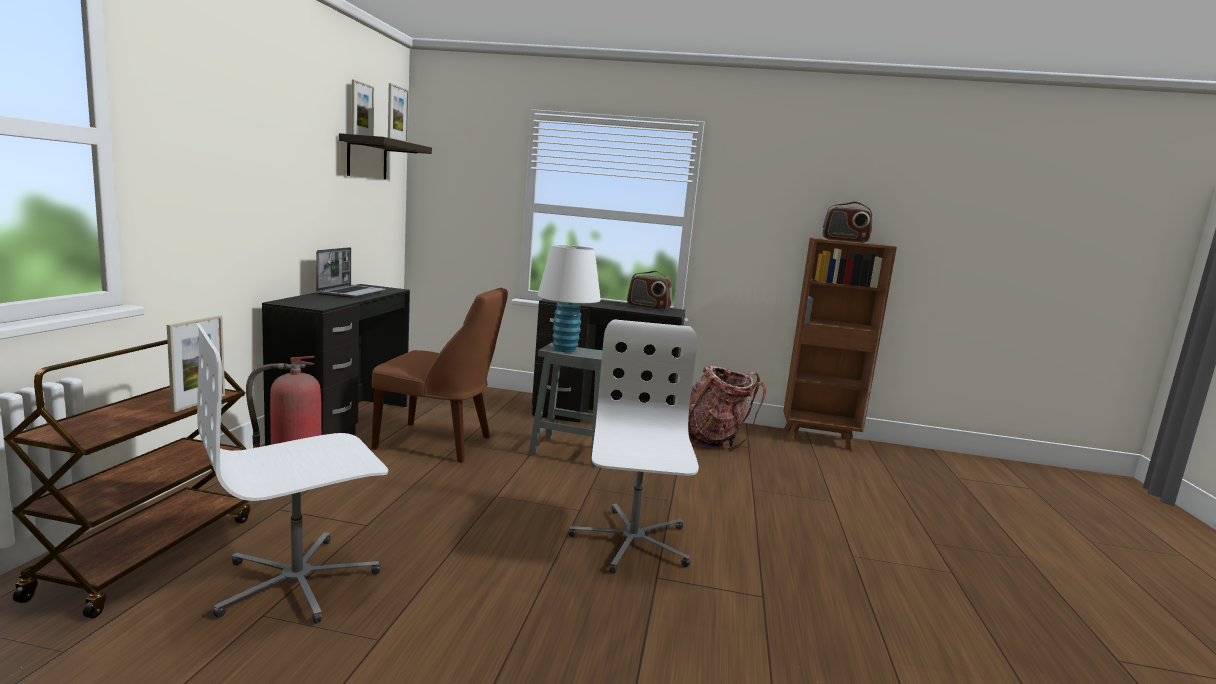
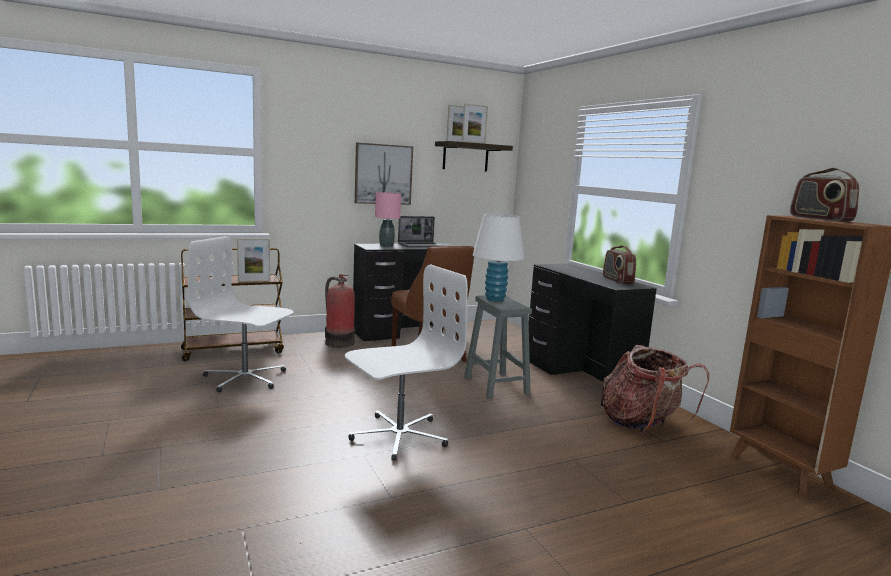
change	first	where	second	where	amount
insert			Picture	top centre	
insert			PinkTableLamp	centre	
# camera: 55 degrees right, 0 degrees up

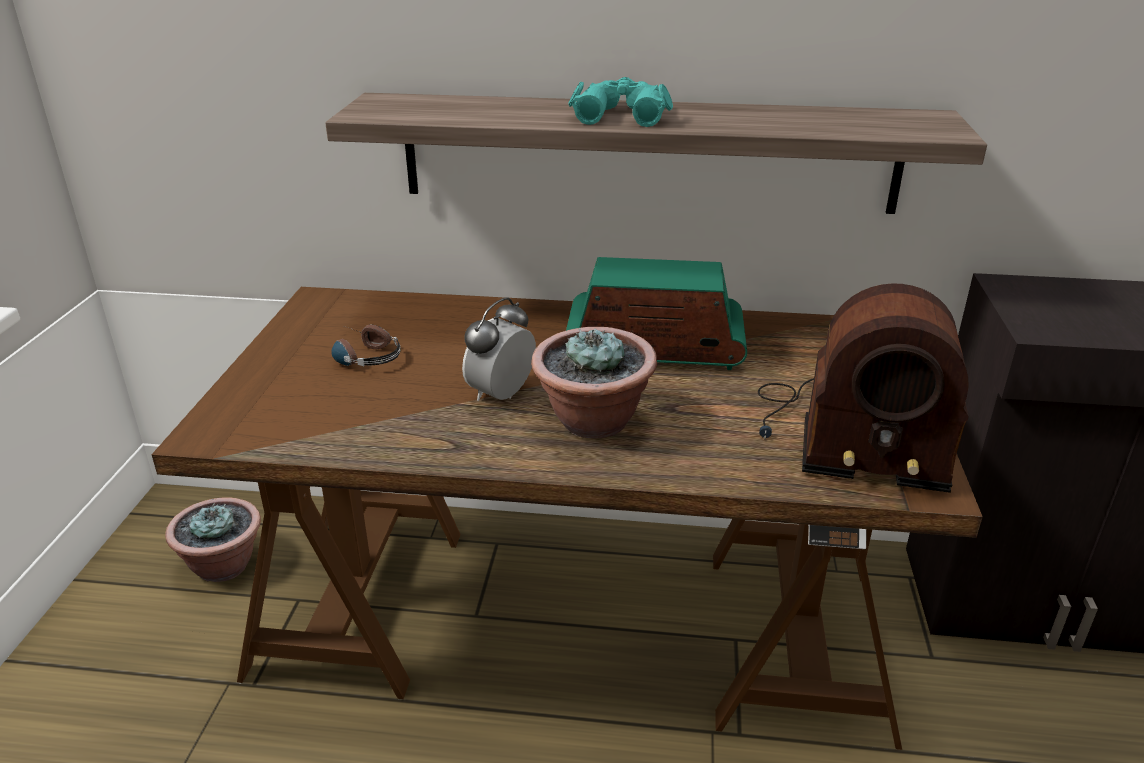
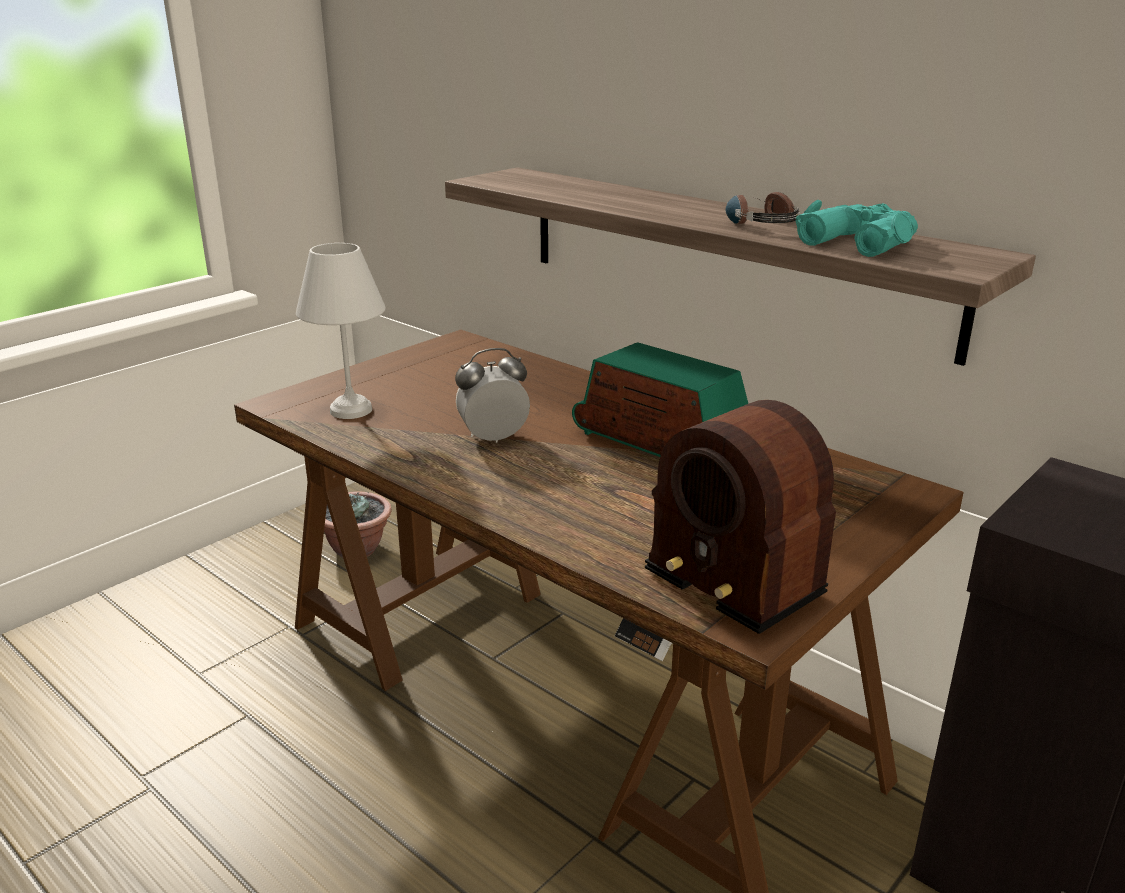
change	first	where	second	where	amount
move	Headphones	middle left		top right	
delete	PottedPlant (2nd from left)	centre			
move	TurquoiseBinoculars	top centre		top right	
insert			WhiteTableLamp	middle left	
# camera: 35 degrees right, 5 degrees down

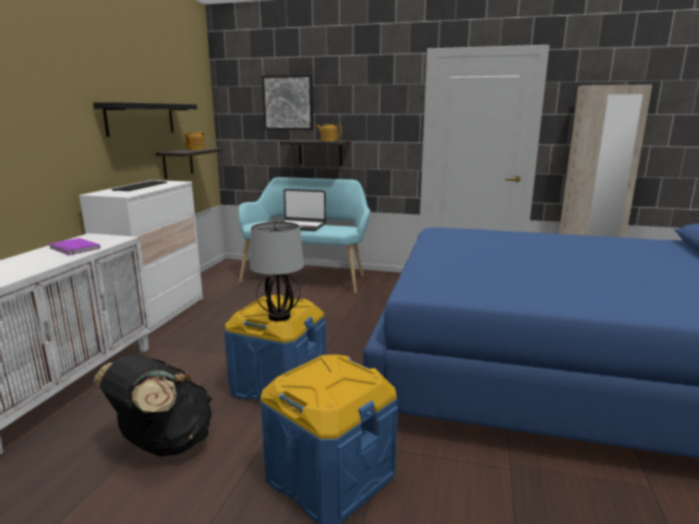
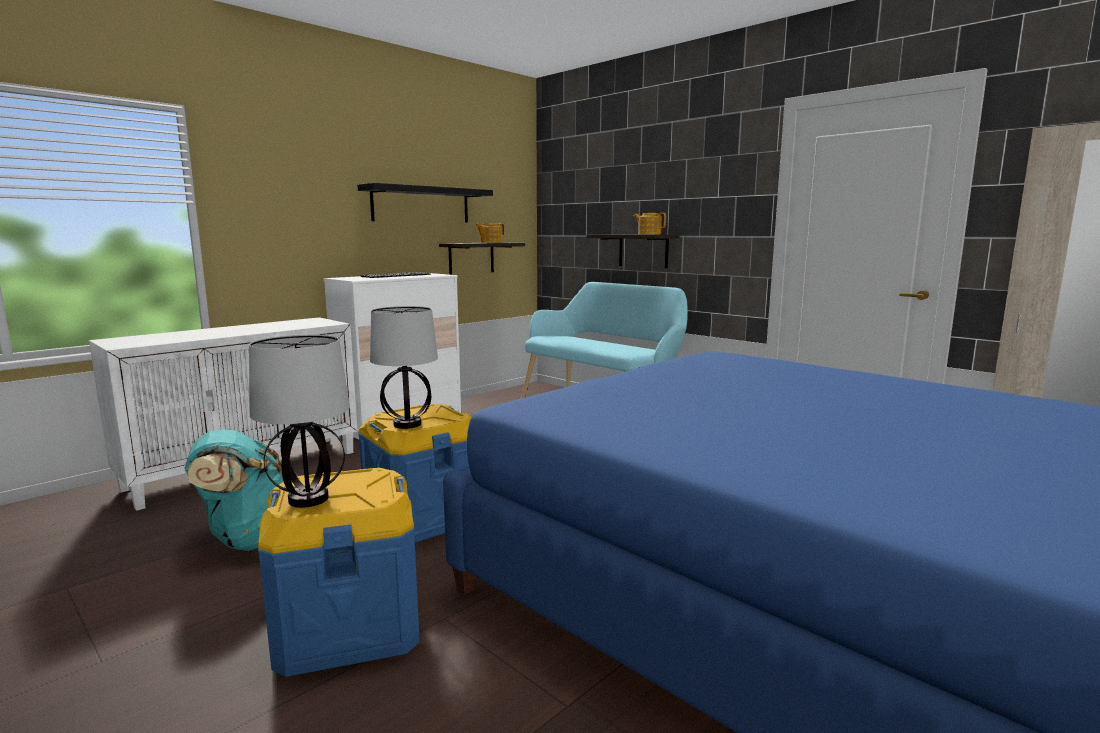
change	first	where	second	where	amount
delete	PurpleBook	middle left			
recolor	BlackBackpack	bottom left	TurquoiseBackpack	bottom left	
delete	Picture	top centre			
delete	Laptop	centre			
insert			TableLamp (1st from left)	middle left	
# camera: 30 degrees right, 5 degrees down

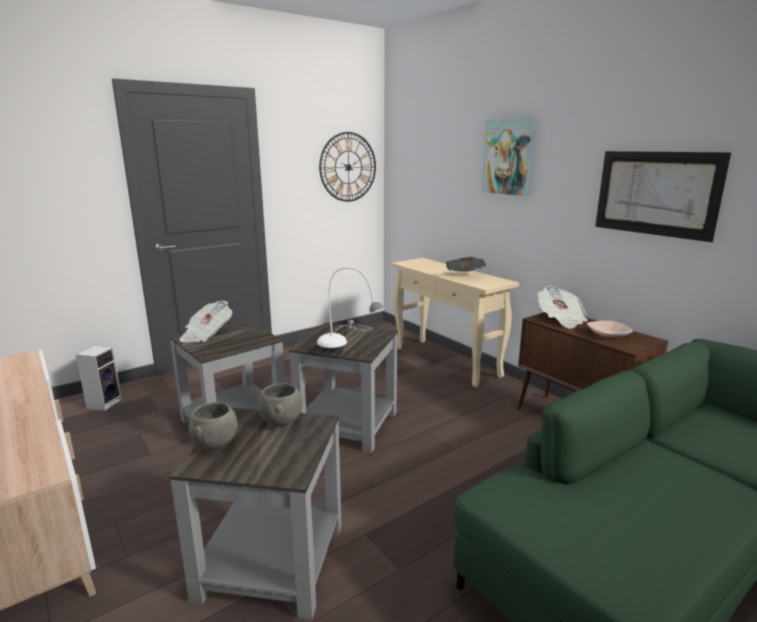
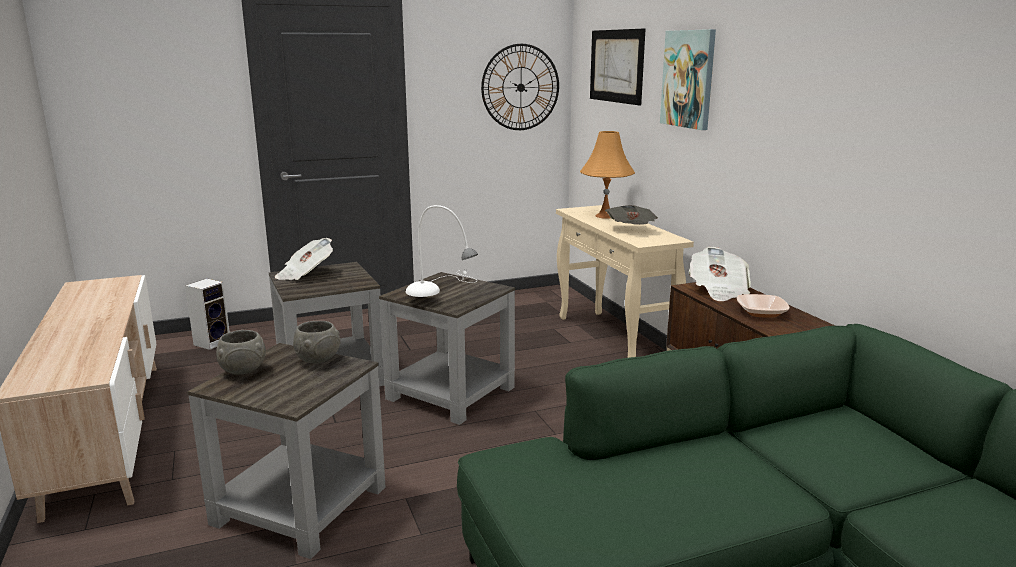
change	first	where	second	where	amount
move	Picture (2nd from left in the first image)	top right	Picture (1st from left)	top centre	
insert			OrangeTableLamp	top centre	
# camera: 15 degrees right, 0 degrees up

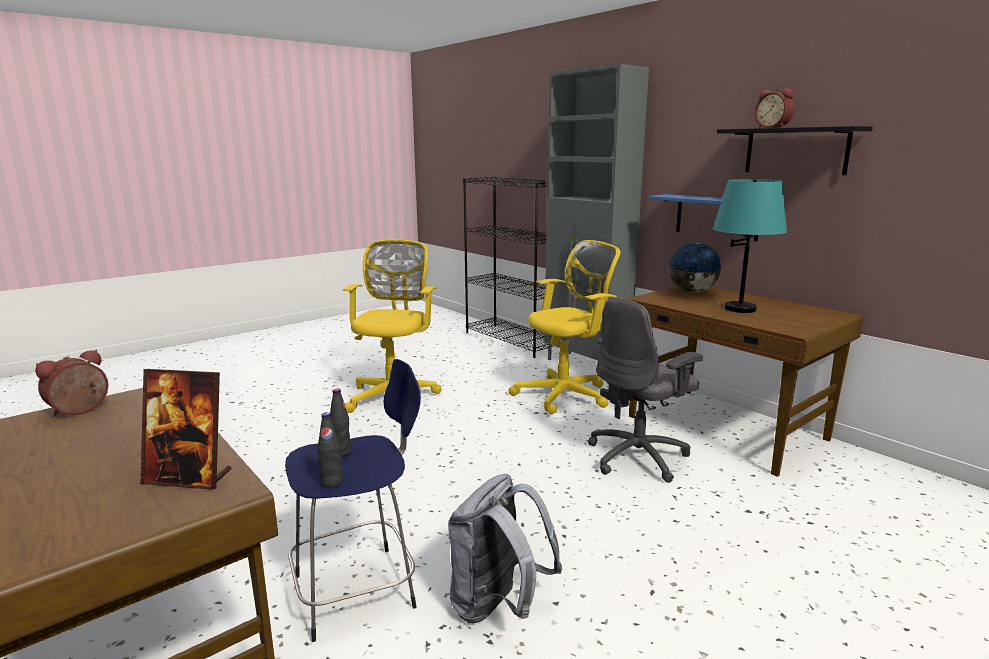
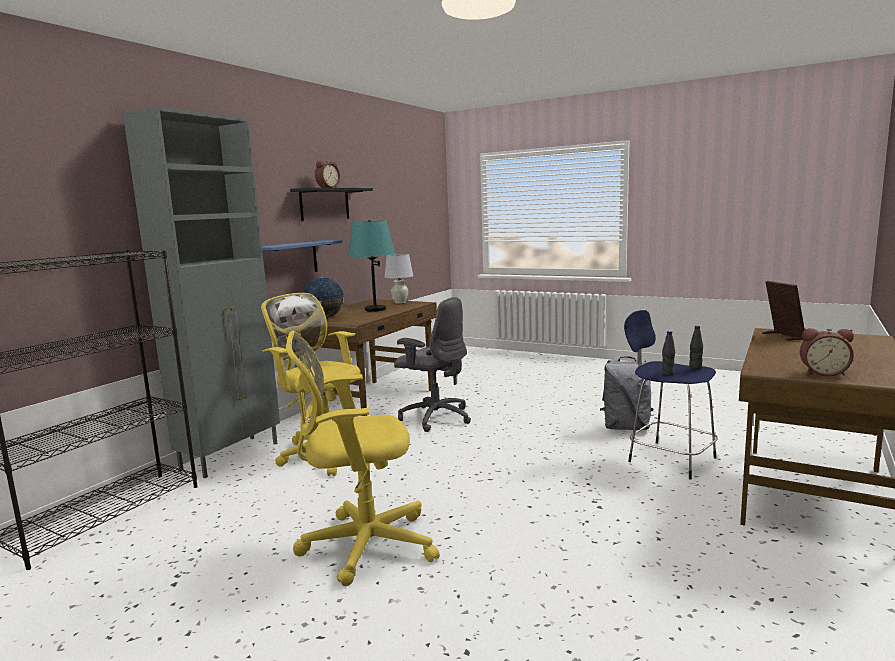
change	first	where	second	where	amount
insert			WhiteTableLamp	centre	
# camera: 110 degrees left, 5 degrees down

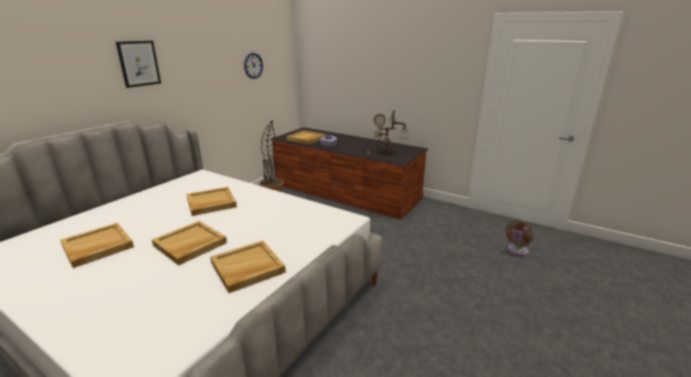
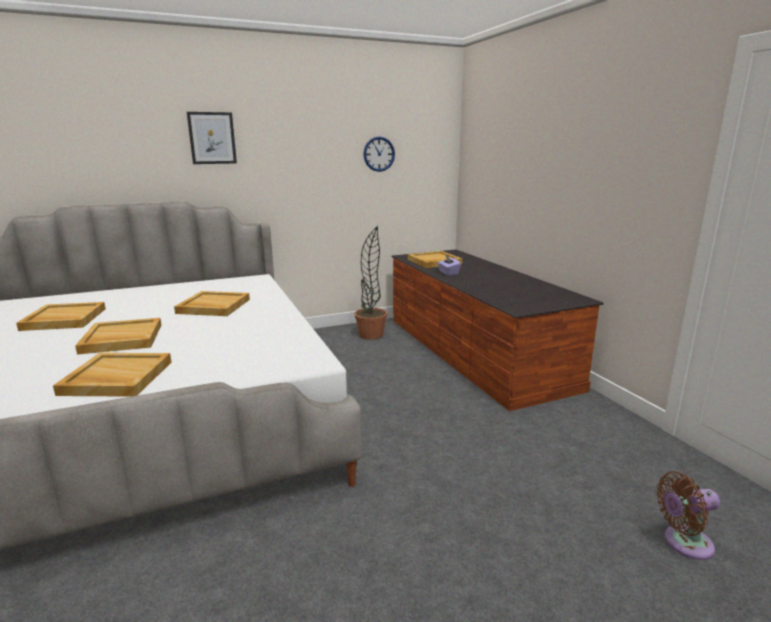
change	first	where	second	where	amount
delete	TableLamp	centre			
# camera: 35 degrees right, 5 degrees down

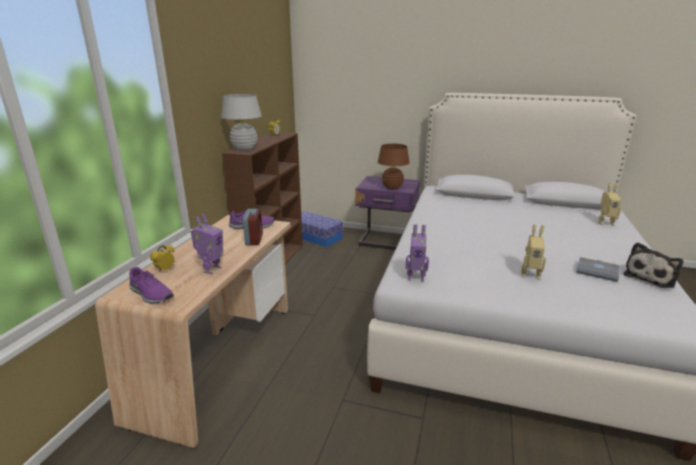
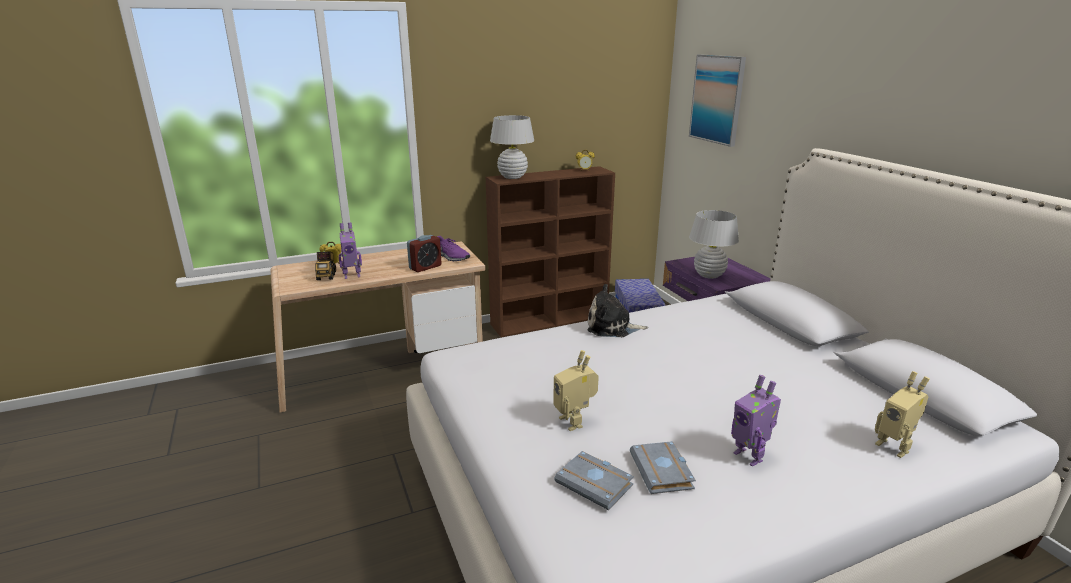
change	first	where	second	where	amount
delete	PurpleShoe (1st from left)	middle left			
recolor	BrownTableLamp	centre	WhiteTableLamp (2nd from left)	middle right	
move	ToyRobot (2nd from left in the first image)	centre	ToyRobot (3rd from left)	bottom right	
move	PlushToy	middle right		centre	
insert			ToyTruck	middle left	
insert			GreyBook (1st from left)	bottom centre	
insert			Picture	top right	
# camera: 50 degrees right, 0 degrees up

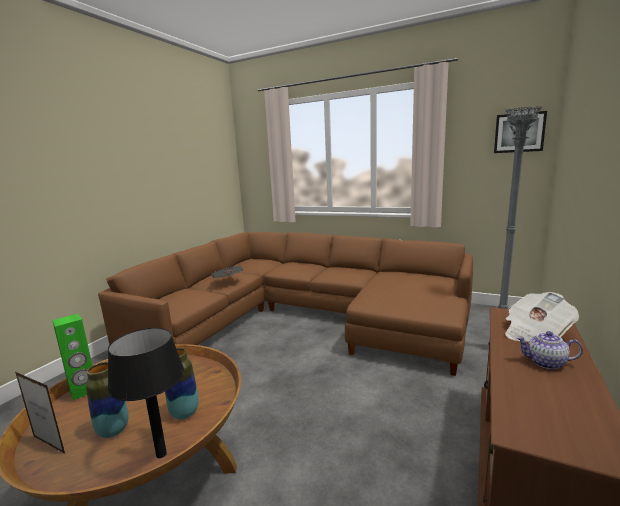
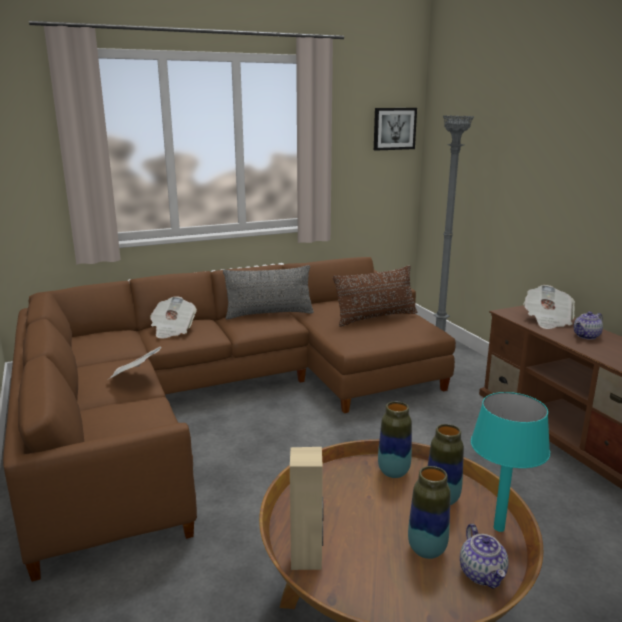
change	first	where	second	where	amount
delete	PictureFrame	bottom left			
recolor	GreenSpeaker	bottom left	BeigeSpeaker	bottom centre	
recolor	BlackTableLamp	bottom left	TurquoiseTableLamp	bottom right	
insert			Newspaper (2nd from left)	middle left	
insert			GreyPillow	centre	
insert			BrownPillow	centre	
insert			Vase (1st from left)	bottom centre	
insert			Teapot (1st from left)	bottom right	
# camera: 50 degrees left, 5 degrees up

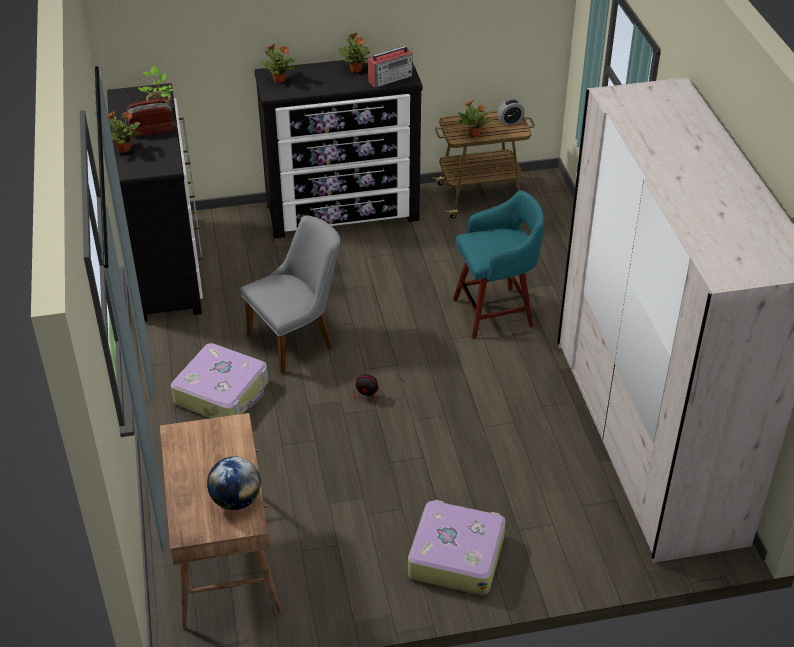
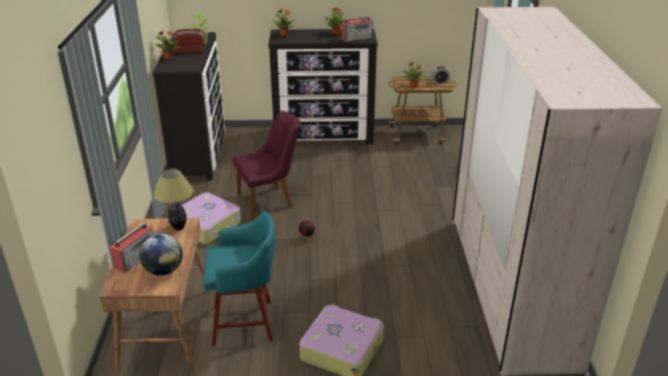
change	first	where	second	where	amount
recolor	GreyChair	centre	PurpleChair	centre	
move	TurquoiseStool	centre		bottom centre	
insert			Radio (1st from left)	middle left	
insert			TableLamp	middle left	
# camera: 10 degrees right, 10 degrees down

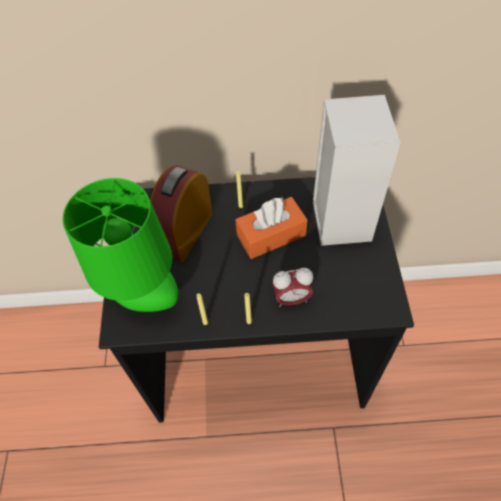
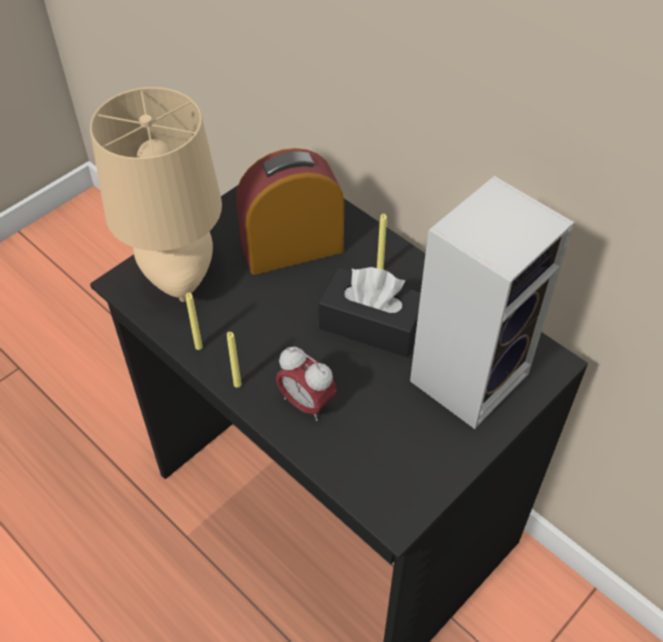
change	first	where	second	where	amount
recolor	GreenTableLamp	middle left	BeigeTableLamp	top left	
recolor	OrangeTissueBox	centre	BlackTissueBox	centre	
# camera: 45 degrees right, 5 degrees down

